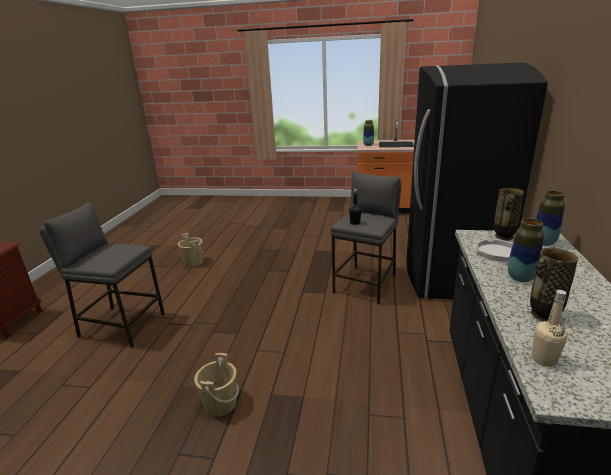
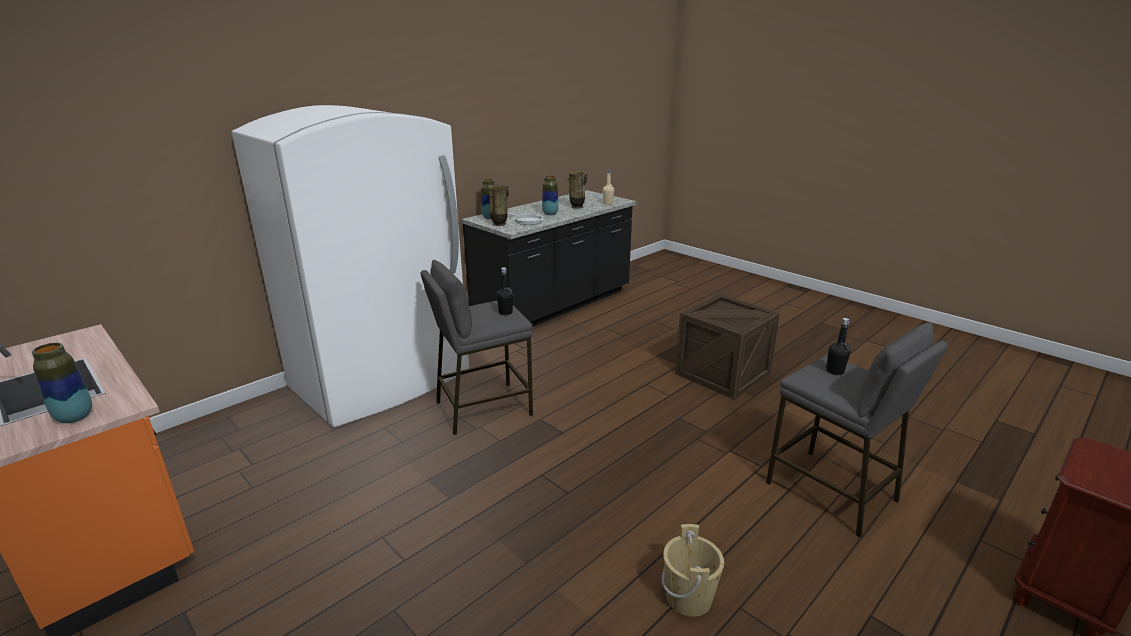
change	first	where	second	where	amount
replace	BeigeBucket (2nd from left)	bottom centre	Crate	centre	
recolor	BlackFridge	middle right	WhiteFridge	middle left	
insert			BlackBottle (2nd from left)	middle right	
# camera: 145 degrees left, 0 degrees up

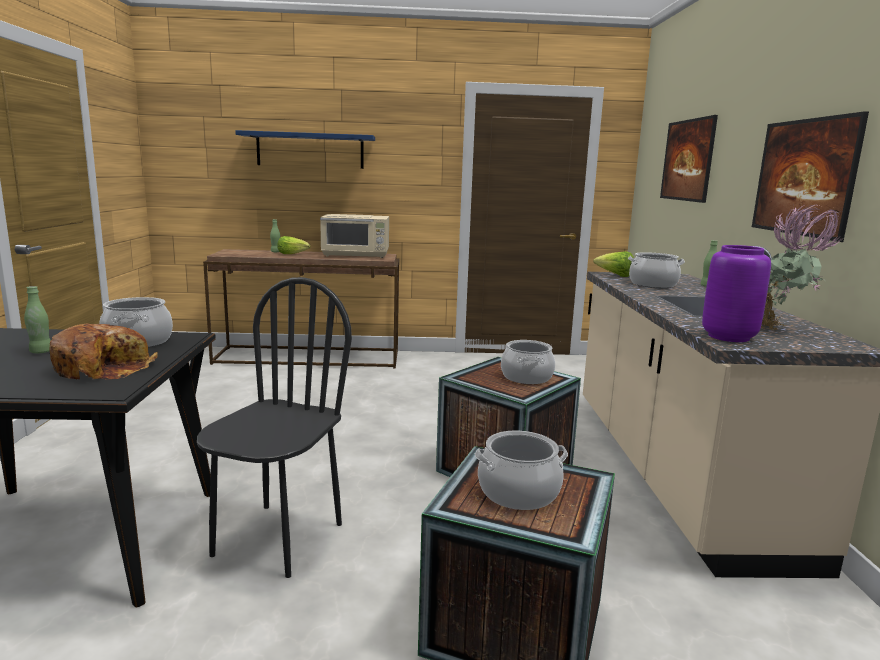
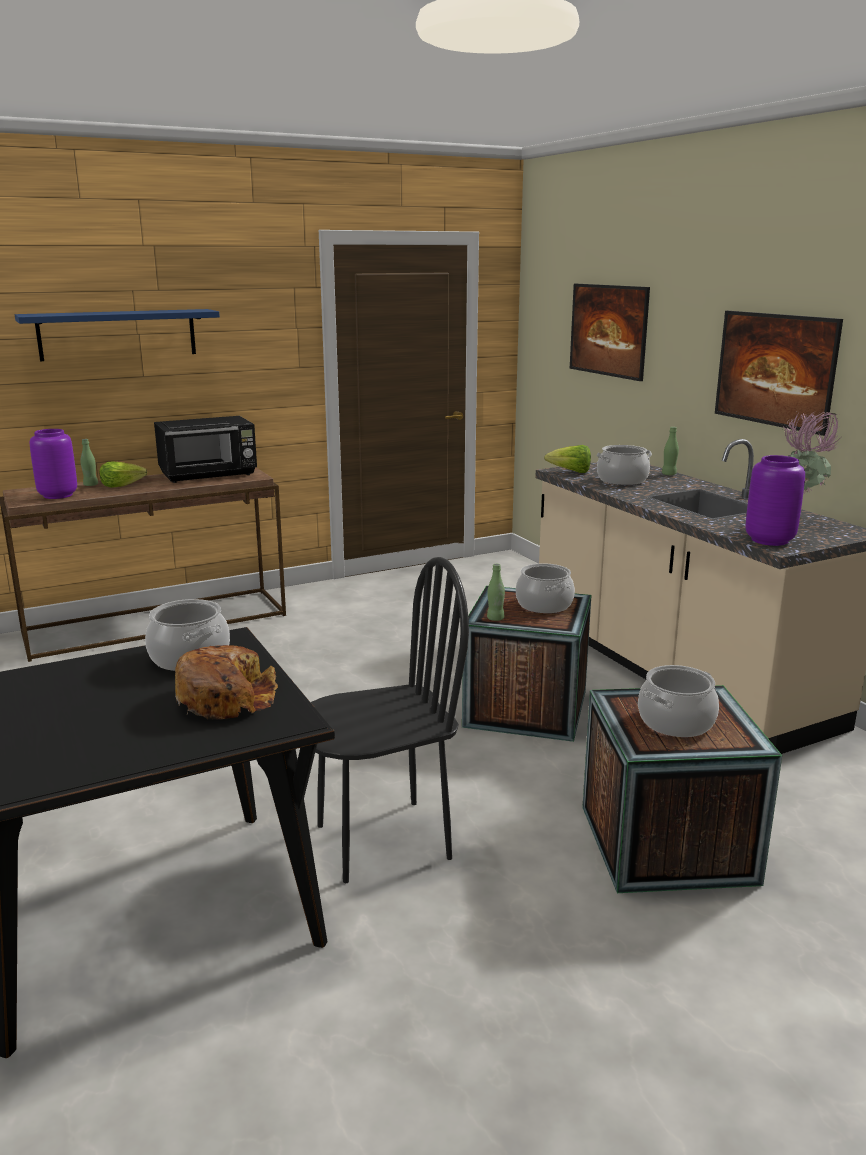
change	first	where	second	where	amount
move	GreenBottle (1st from left in the first image)	middle left	GreenBottle (2nd from left)	centre	
rotate	BlackChair	middle left		centre	75 degrees clockwise
recolor	BeigeMicrowave	centre	BlackMicrowave	middle left	
insert			PurpleVase (1st from left)	middle left	
# camera: 25 degrees left, 5 degrees up

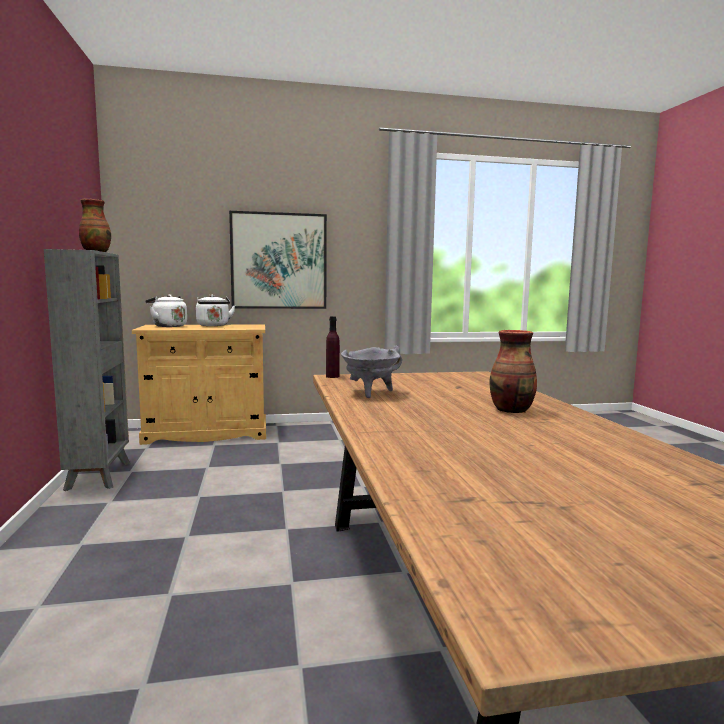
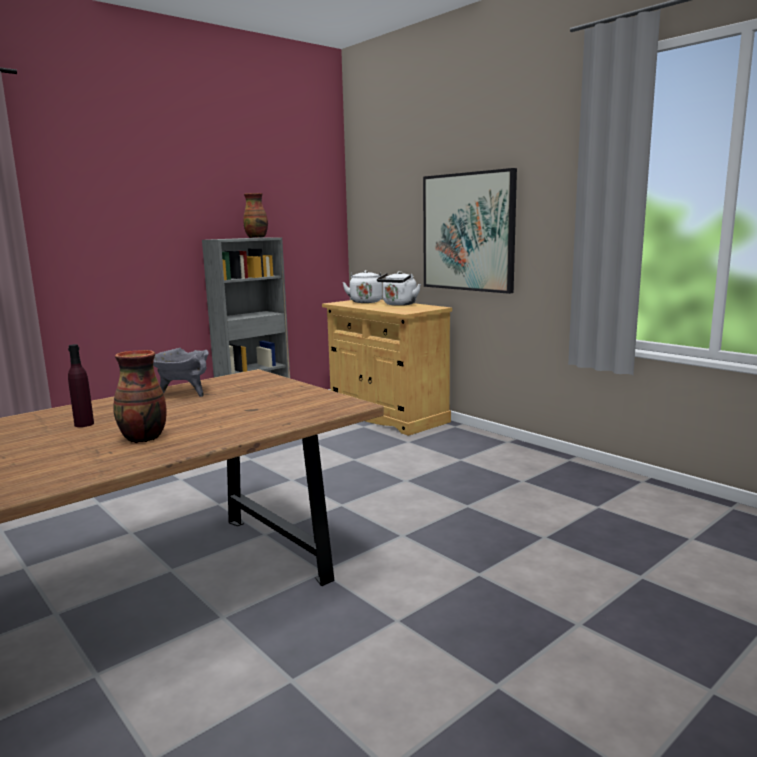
change	first	where	second	where	amount
move	PurpleBottle	centre		middle left	
# camera: 60 degrees right, 5 degrees up

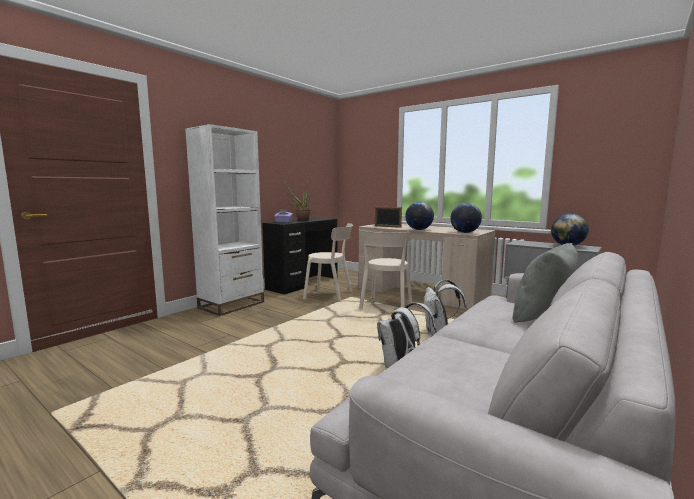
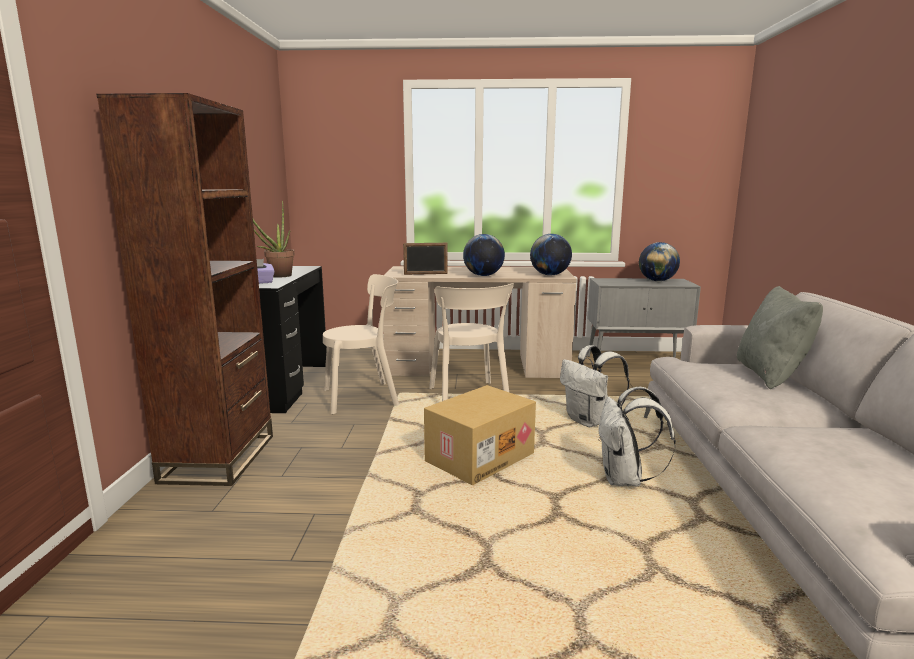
change	first	where	second	where	amount
recolor	WhiteBookcase	middle left	BrownBookcase	middle left	
insert			CardboardBox	centre	
# camera: 35 degrees left, 5 degrees up

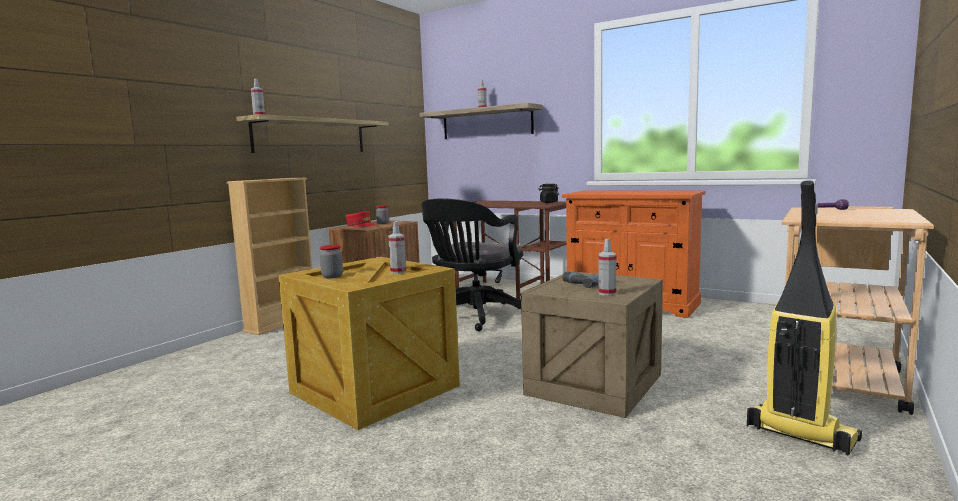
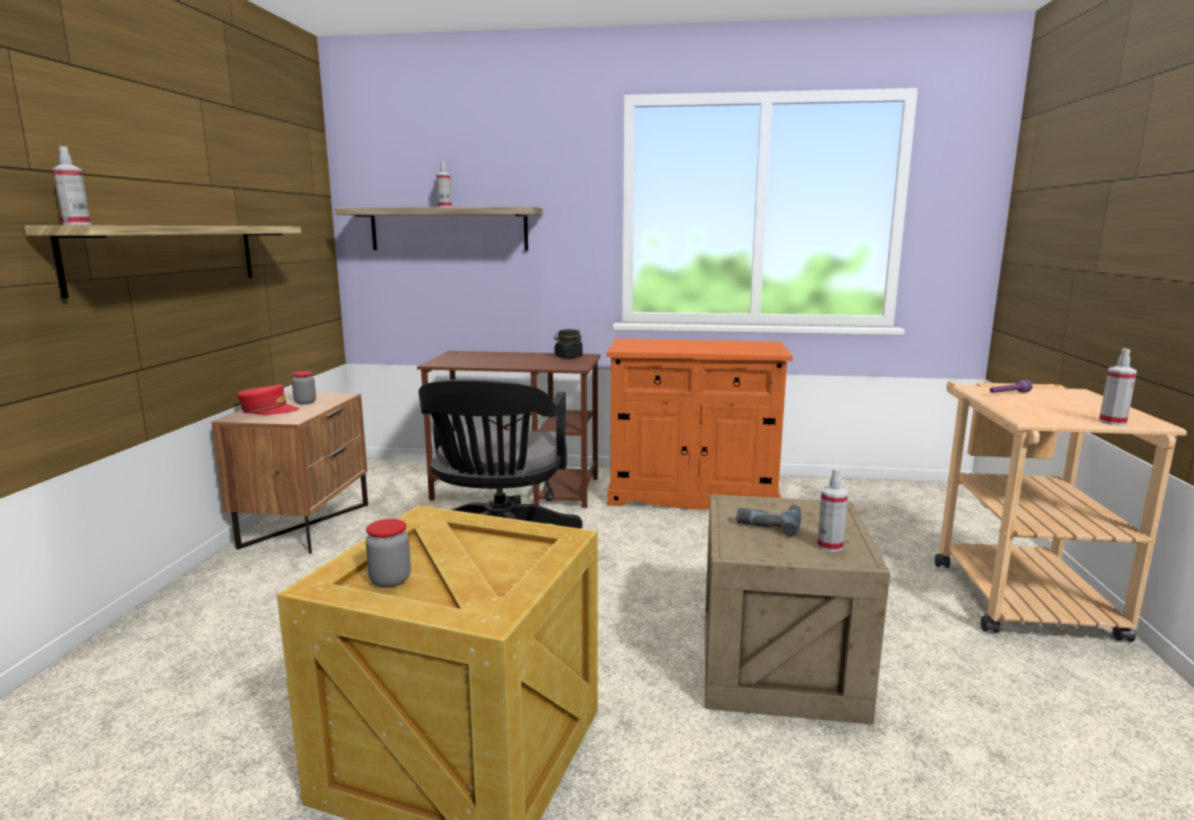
change	first	where	second	where	amount
delete	BeigeBookcase	middle left			
move	SprayBottle (2nd from left in the first image)	centre	SprayBottle (4th from left)	middle right	
delete	VacuumCleaner	middle right			
# camera: 25 degrees left, 5 degrees up

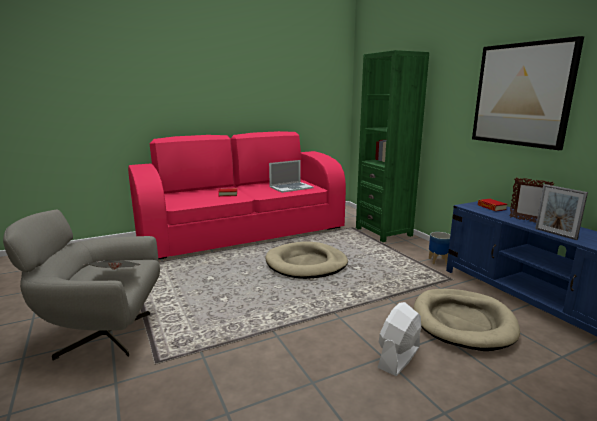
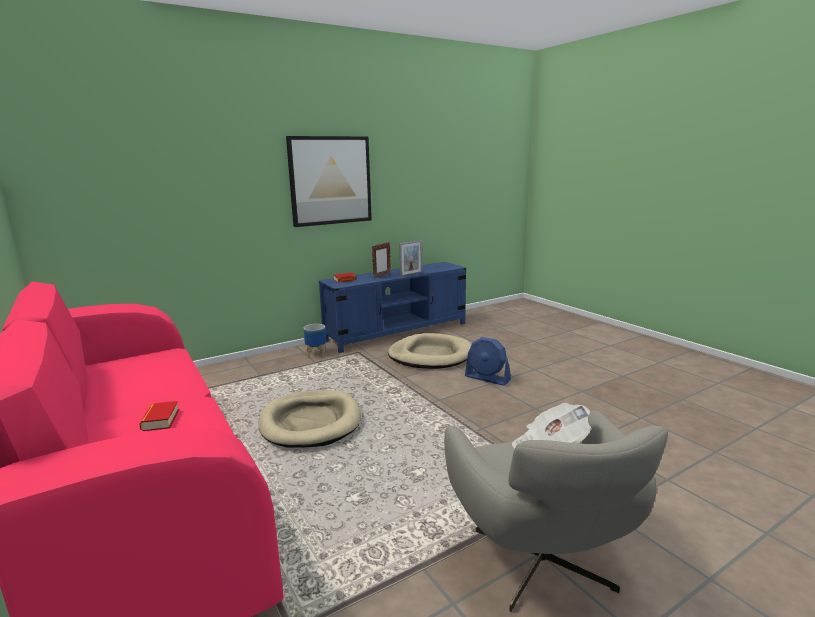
change	first	where	second	where	amount
delete	Laptop	centre			
delete	GreenBookcase	centre			
recolor	WhiteFan	bottom right	BlueFan	centre	
# camera: 95 degrees left, 0 degrees up

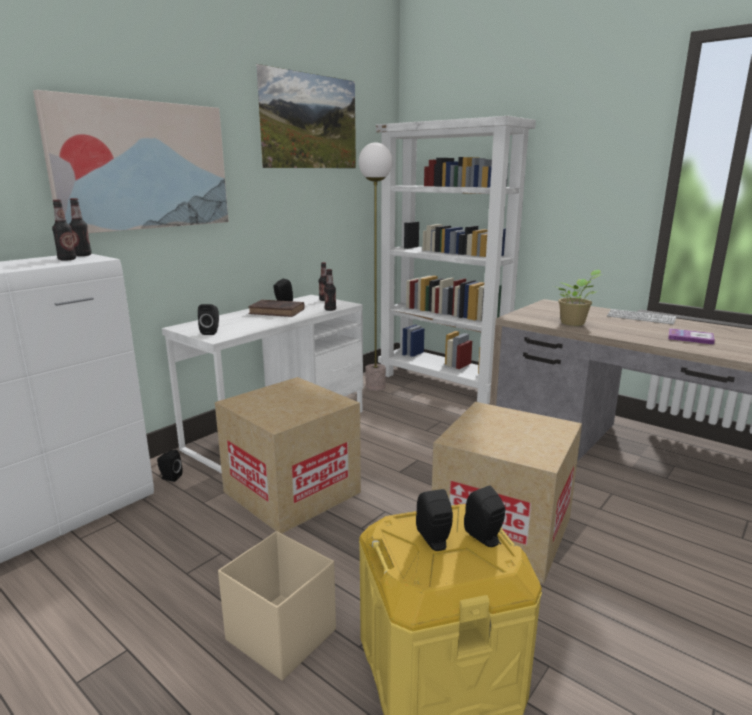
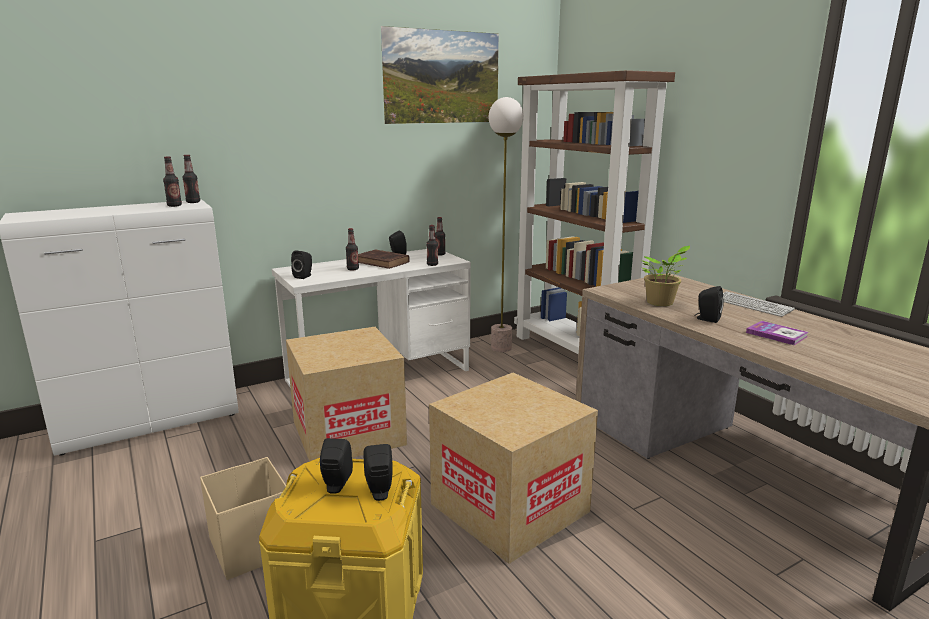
change	first	where	second	where	amount
delete	Picture (1st from left)	top left			
move	BlackSpeaker (1st from left in the first image)	middle left	BlackSpeaker (5th from left)	middle right	
recolor	WhiteBookcase	centre	BrownBookcase	centre	
insert			Bottle (3rd from left)	centre	
# camera: 20 degrees right, 0 degrees up

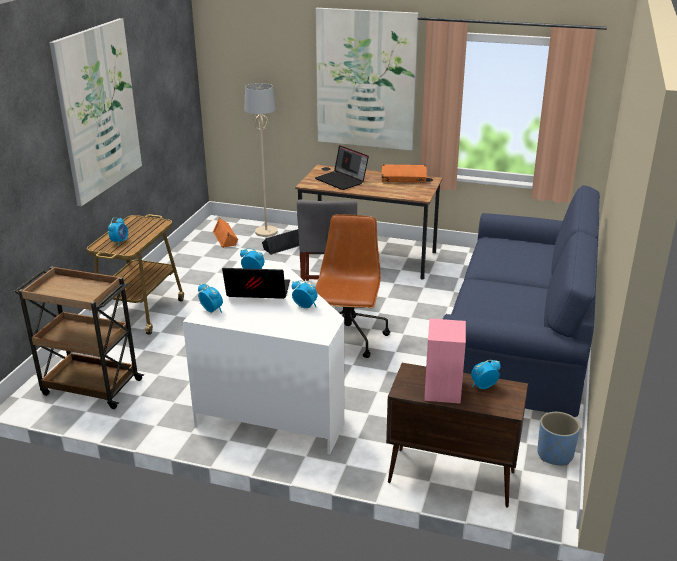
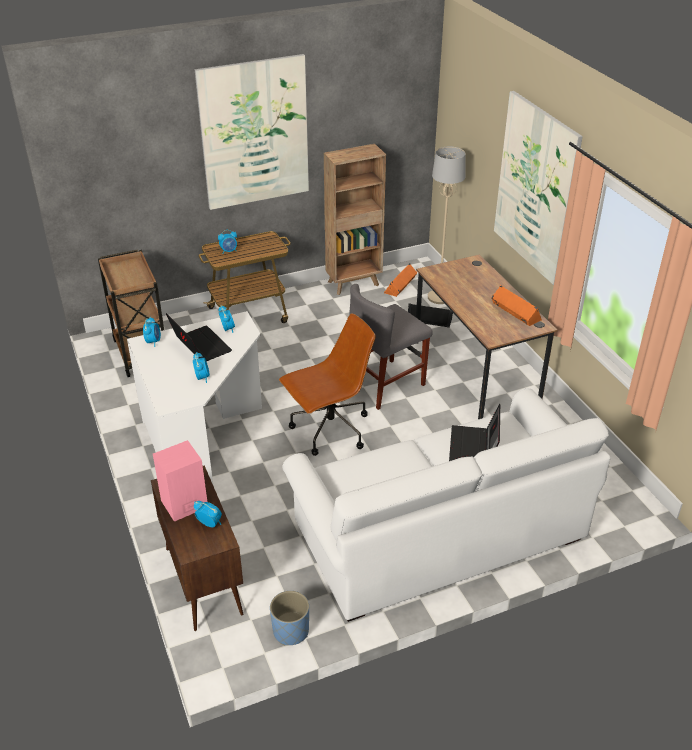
change	first	where	second	where	amount
move	Laptop (2nd from left)	top centre		middle right	
recolor	BlueSofa	middle right	WhiteSofa	bottom centre	
insert			BrownBookcase	top centre	
# camera: 50 degrees right, 10 degrees up

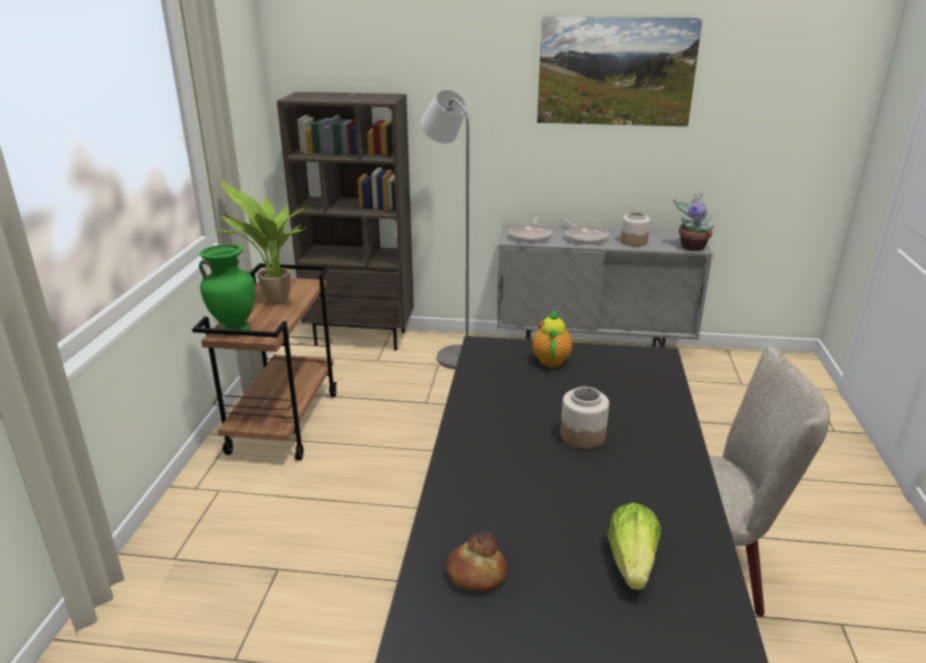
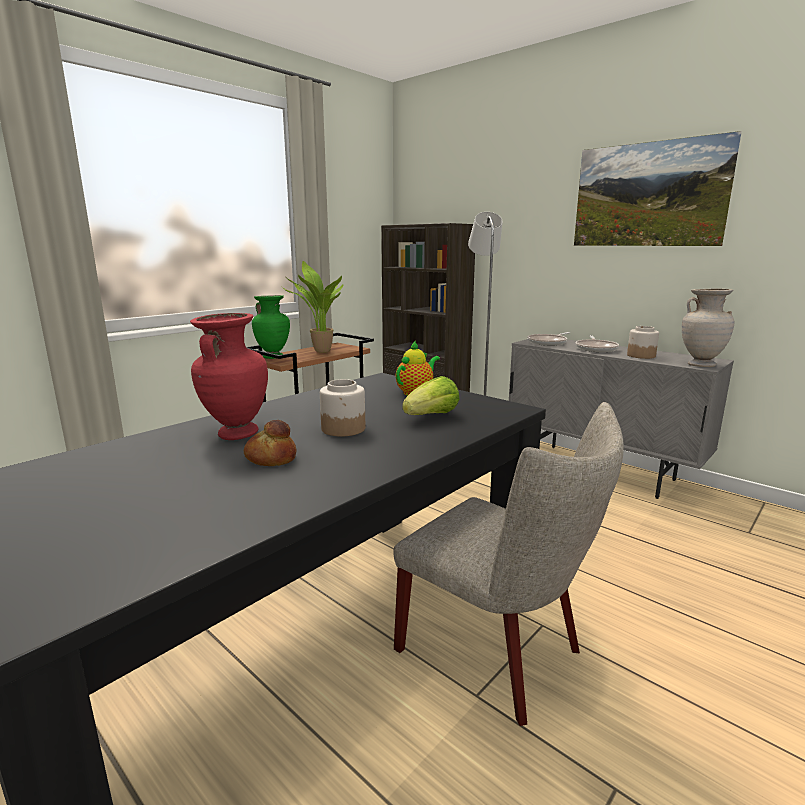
change	first	where	second	where	amount
move	Bread	bottom centre		centre	
move	Lettuce	bottom right		centre	
replace	PottedPlant (2nd from left)	middle right	BeigeVase	middle right	
insert			RedVase	middle left	
# camera: 35 degrees right, 10 degrees down

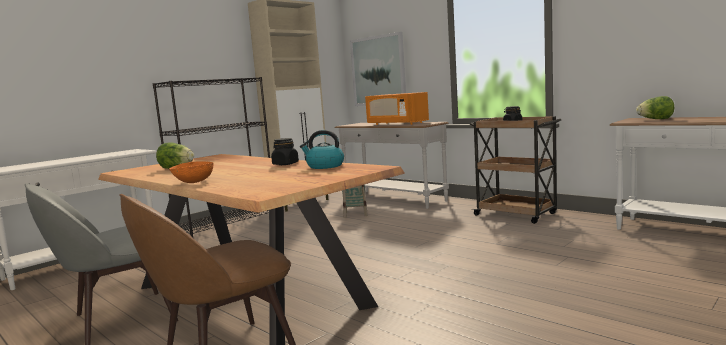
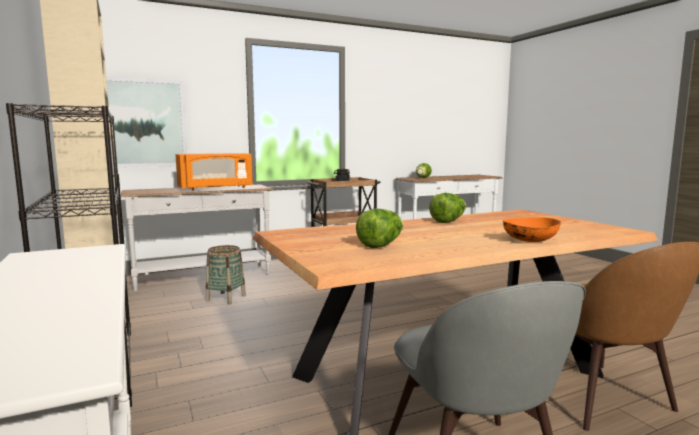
change	first	where	second	where	amount
replace	BlackJar (1st from left)	centre	Lettuce (3rd from left)	centre	
delete	Kettle	centre			
# camera: 70 degrees left, 0 degrees up

